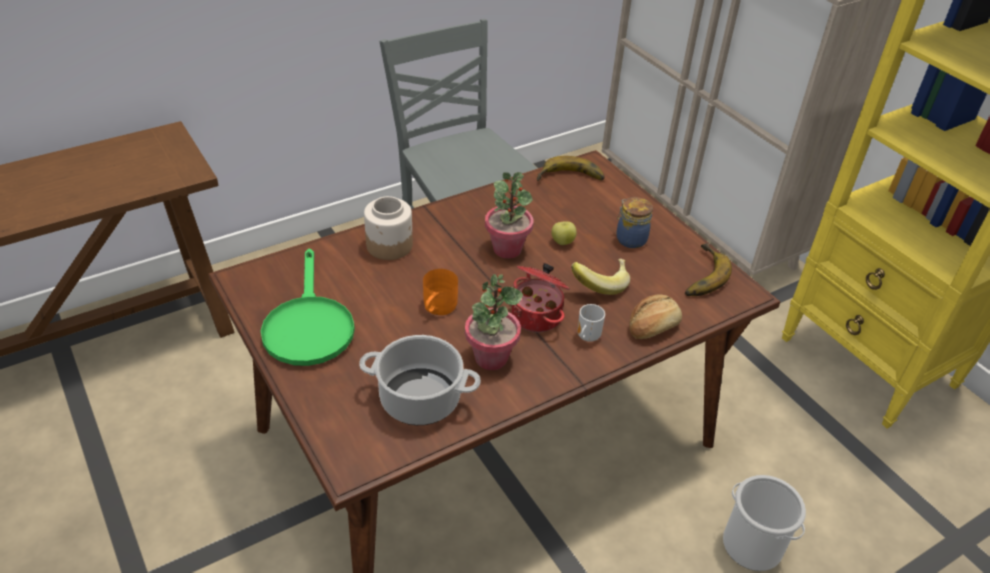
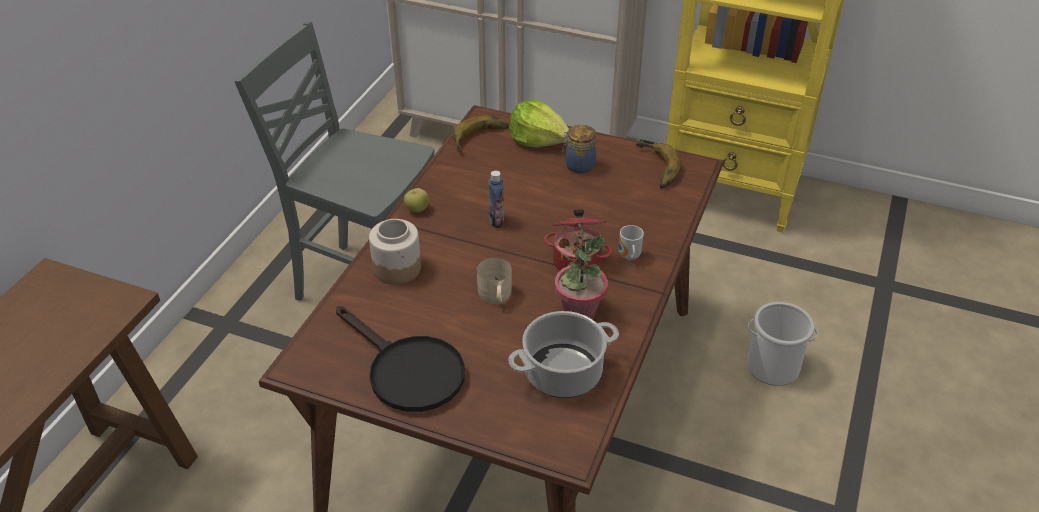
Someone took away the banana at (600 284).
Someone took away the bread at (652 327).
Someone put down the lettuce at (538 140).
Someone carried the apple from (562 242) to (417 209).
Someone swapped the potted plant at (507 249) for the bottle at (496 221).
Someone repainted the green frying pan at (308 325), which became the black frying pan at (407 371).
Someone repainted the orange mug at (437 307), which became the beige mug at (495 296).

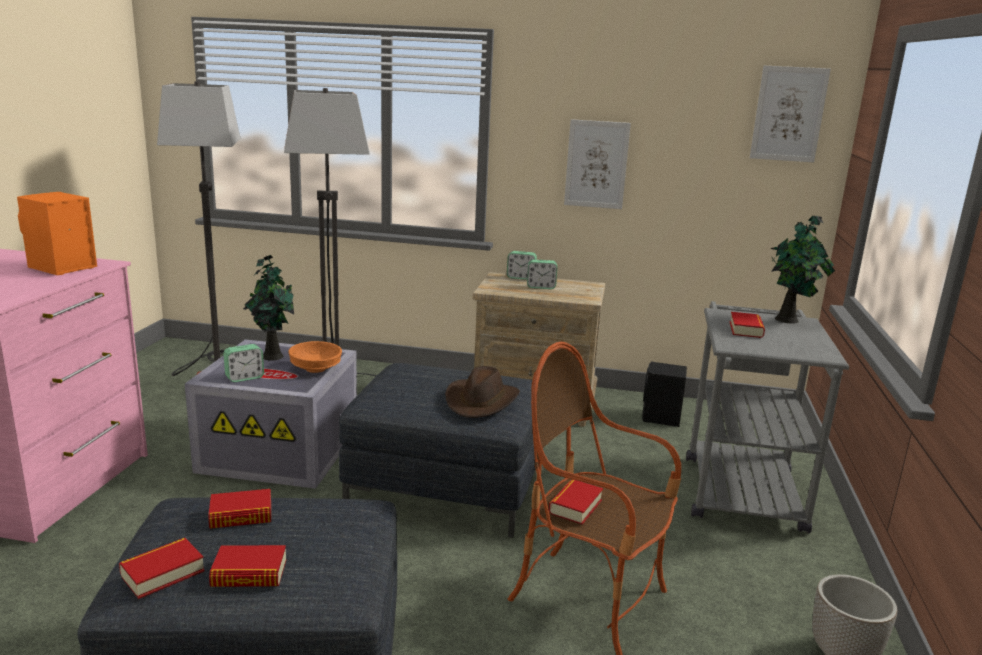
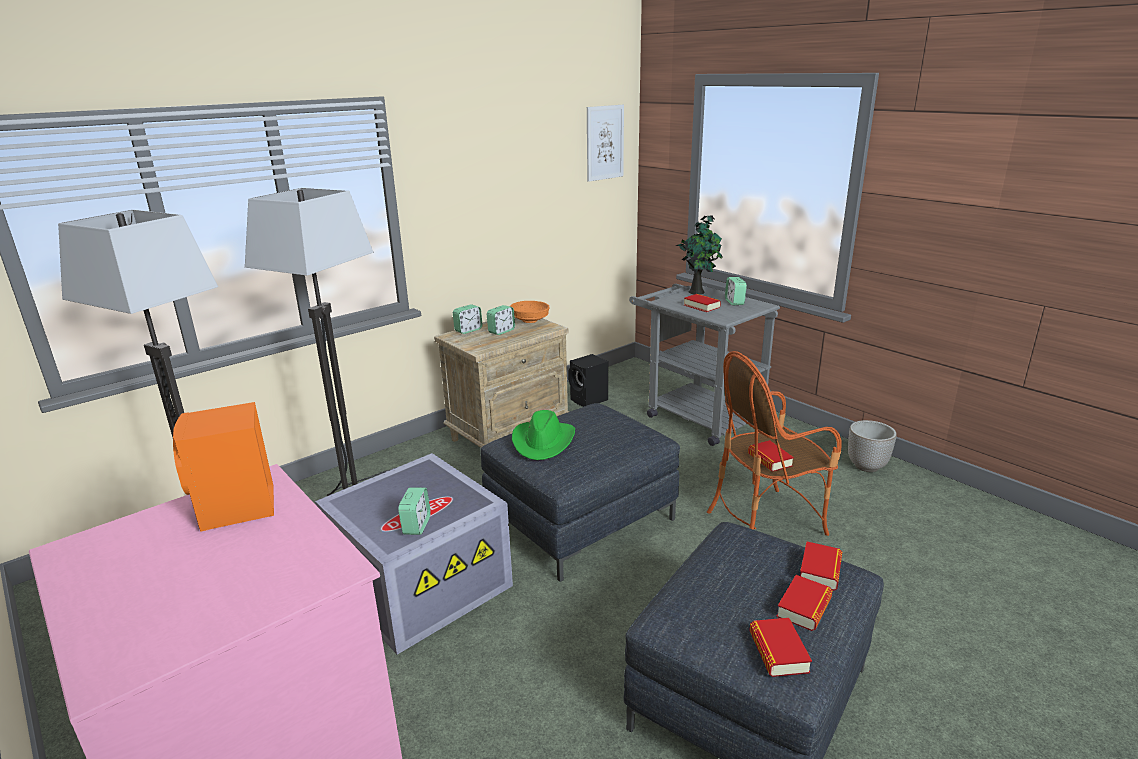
Someone took away the potted plant at (271 356).
Someone took away the brown hat at (481 401).
Someone took away the picture at (596 164).
Someone put down the green hat at (543 442).
Someone put down the alarm clock at (734 302).
Someone carried the book from (241 515) to (820 571).
Someone carried the orange bowl from (315 369) to (530 321).

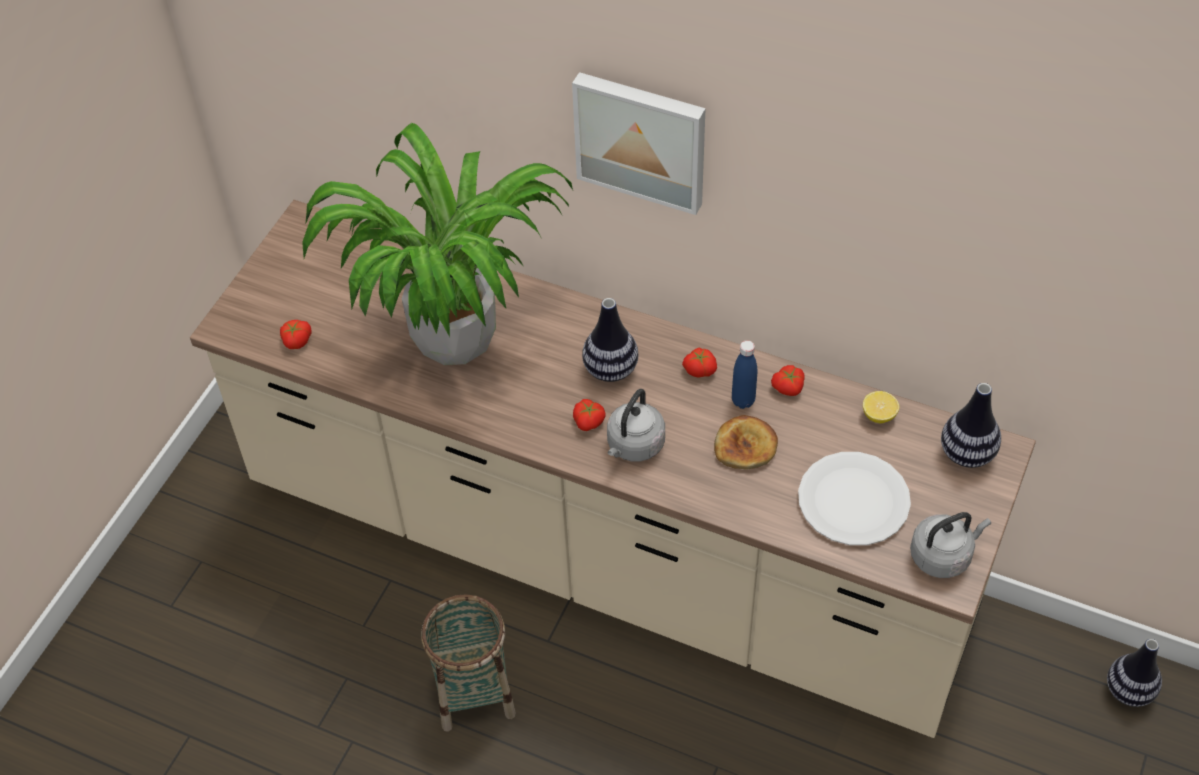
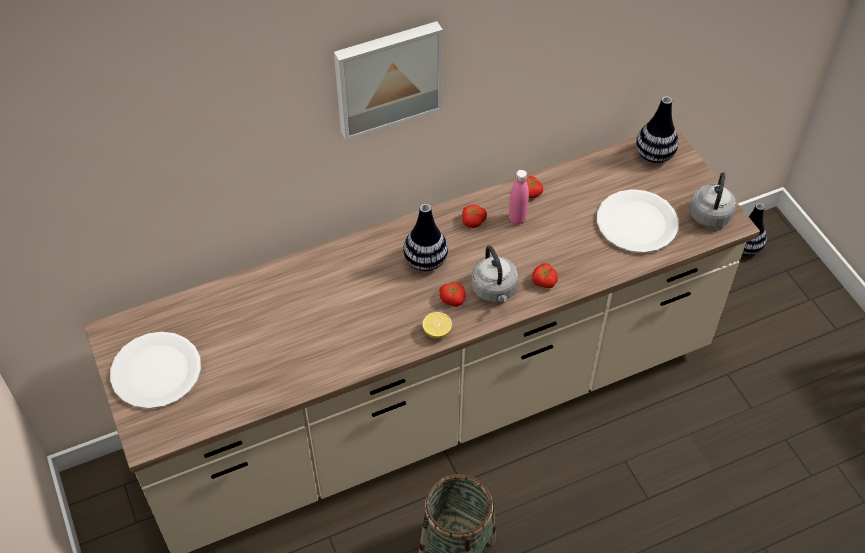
Someone took away the potted plant at (453 337).
Someone took away the bread at (745 446).
Someone put down the white plate at (156 371).
Someone carried the tomato from (296 340) to (543 281).
Someone carried the lemon from (879 415) to (437 331).
Someone repainted the blue bottle at (743 401), which became the pink bottle at (517 219).

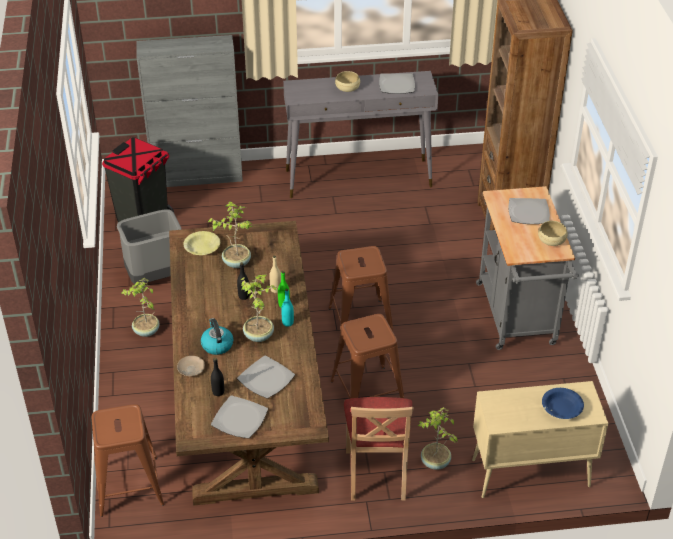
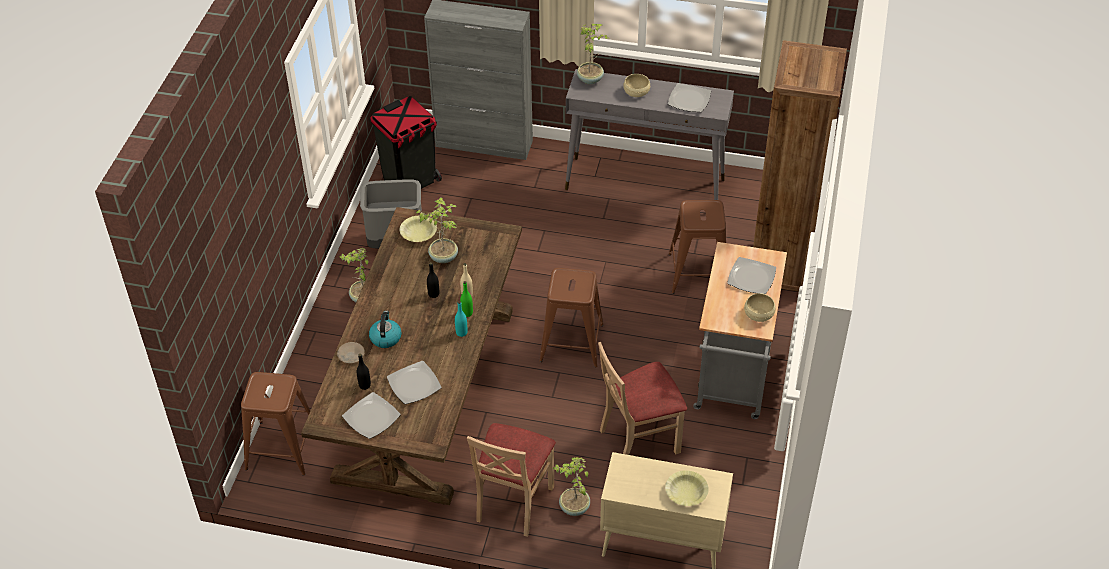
Someone put down the beige chair at (639 439).
Someone carried the potted plant from (259 335) to (590 79).
Someone carried the brown stool from (367 393) to (697 273).
Someone repainted the blue bowl at (561 408), which became the yellow bowl at (686 492).

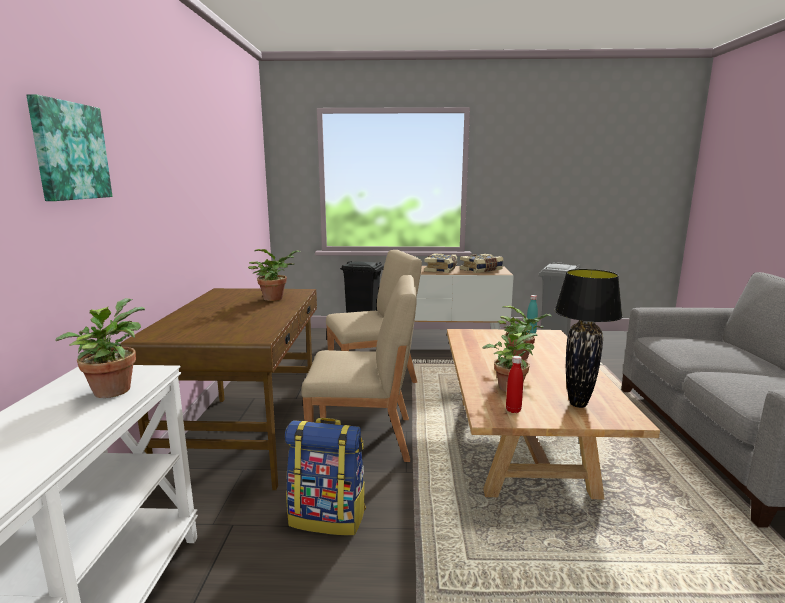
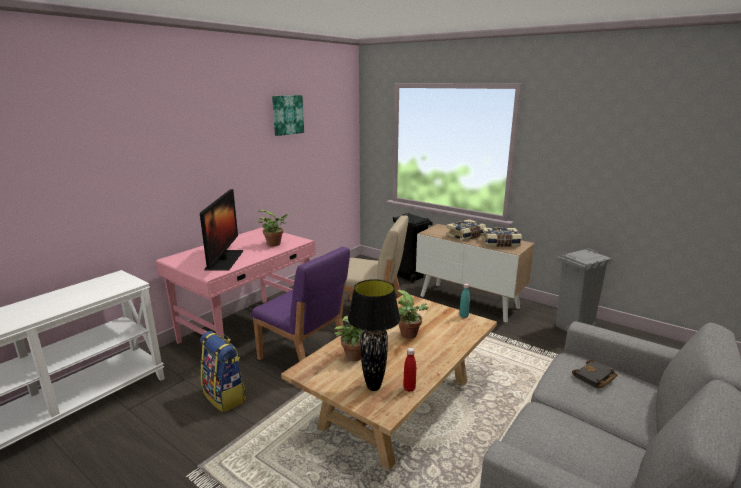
Someone took away the potted plant at (113 389).
Someone put down the monitor at (224 260).
Someone put down the black book at (594 378).
Someone carried the picture from (69 151) to (287 115).
Someone carried the red bottle from (513 410) to (409 388).
Someone repainted the brown desk at (246 436), which became the pink desk at (248 330).
Someone repainted the beige chair at (363 438), which became the purple chair at (304 357).

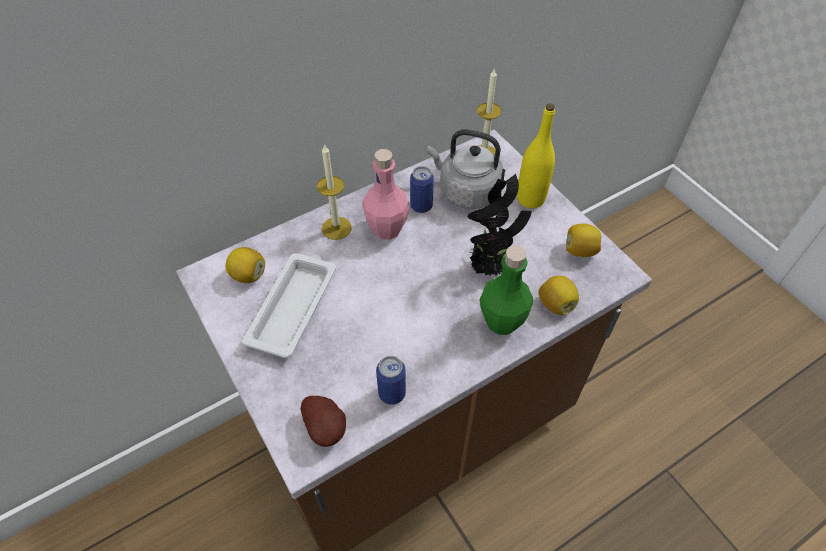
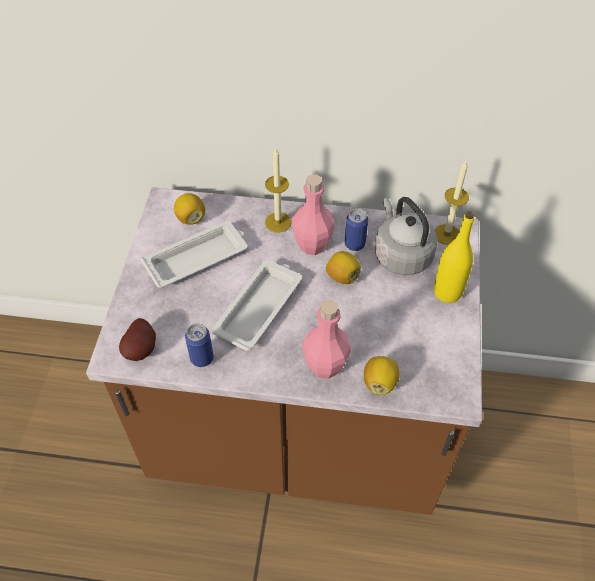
Someone took away the potted plant at (490 268).
Someone put down the white tray at (259 307).
Someone carried the lemon from (580 250) to (342 276).
Someone repainted the green bottle at (501 322), which became the pink bottle at (325 366).

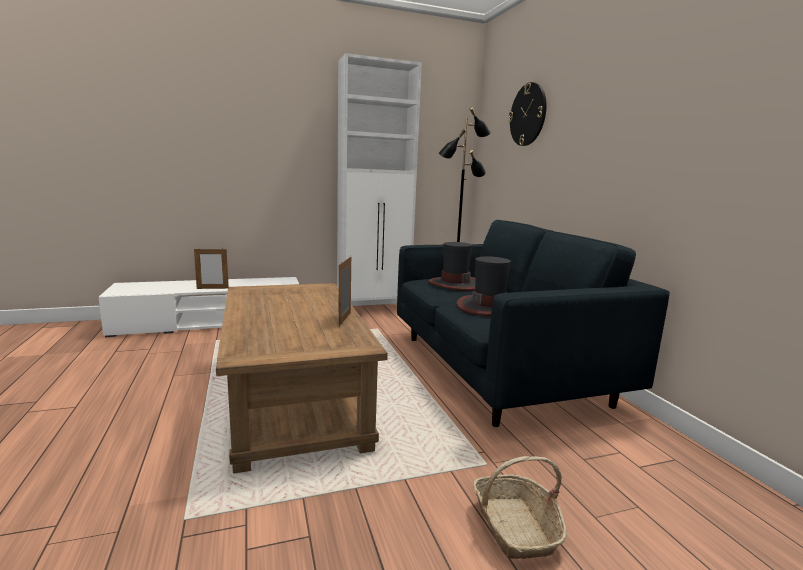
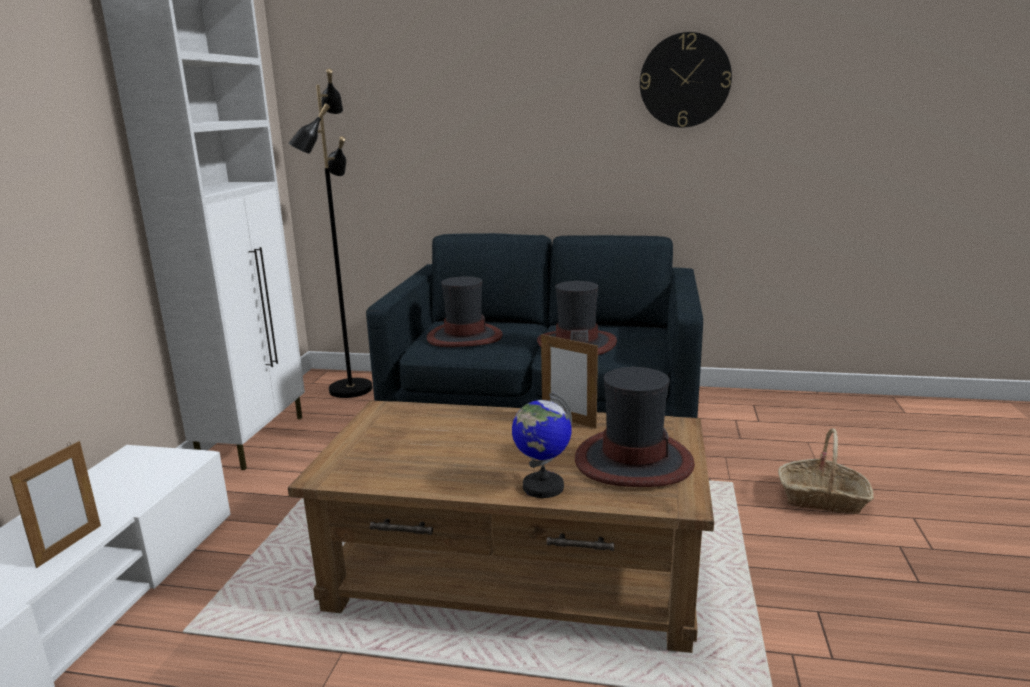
Someone put down the globe at (542 487).
Someone put down the hat at (633 461).
Someone carried the wall clock from (528 114) to (685 80).

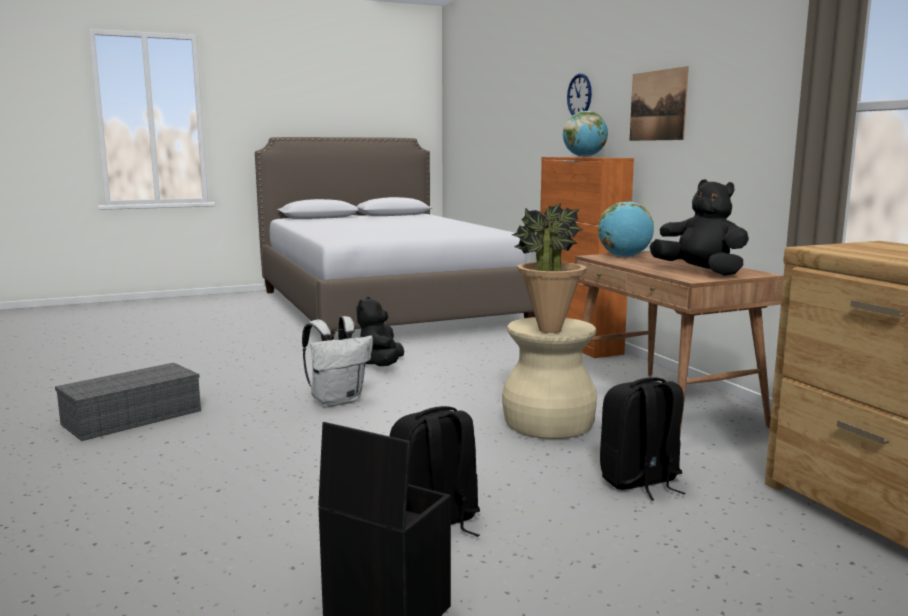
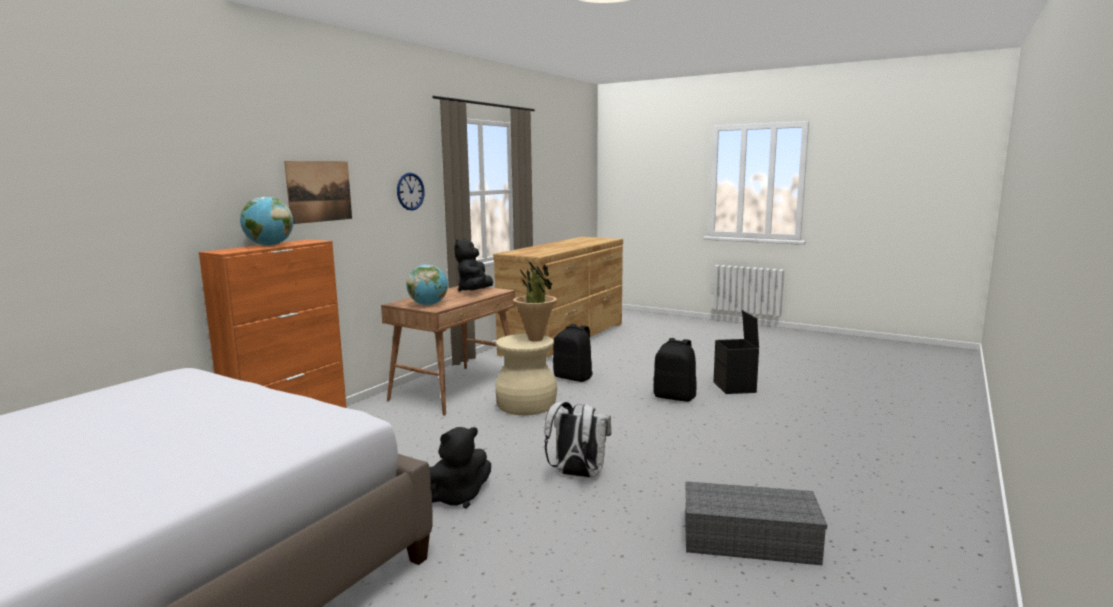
Someone carried the wall clock from (579 95) to (410 191).

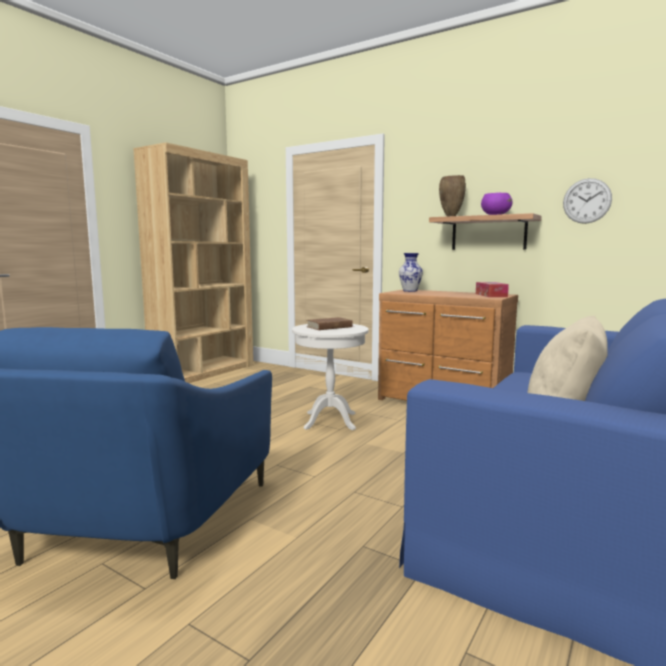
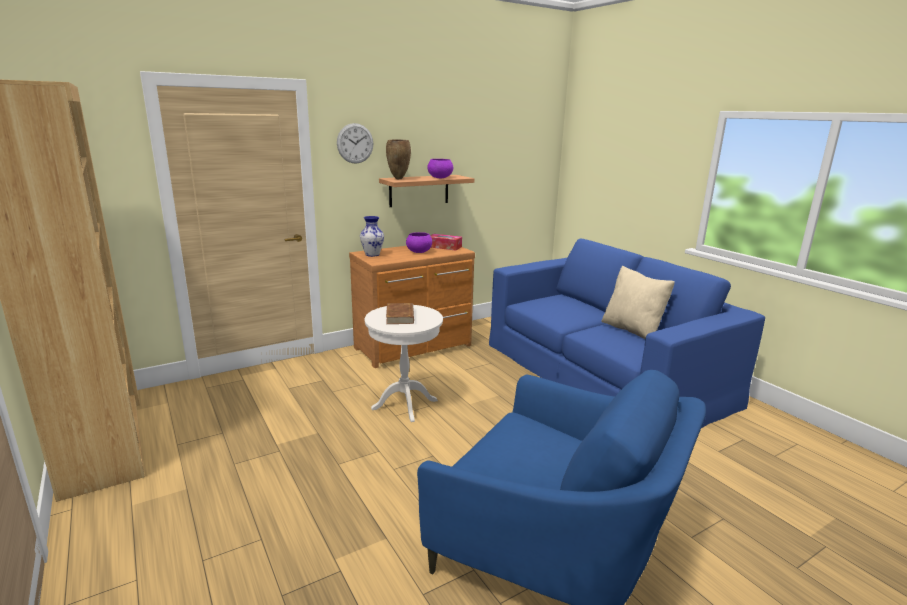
Someone put down the purple bowl at (419 252).
Someone carried the wall clock from (587 201) to (355 143).

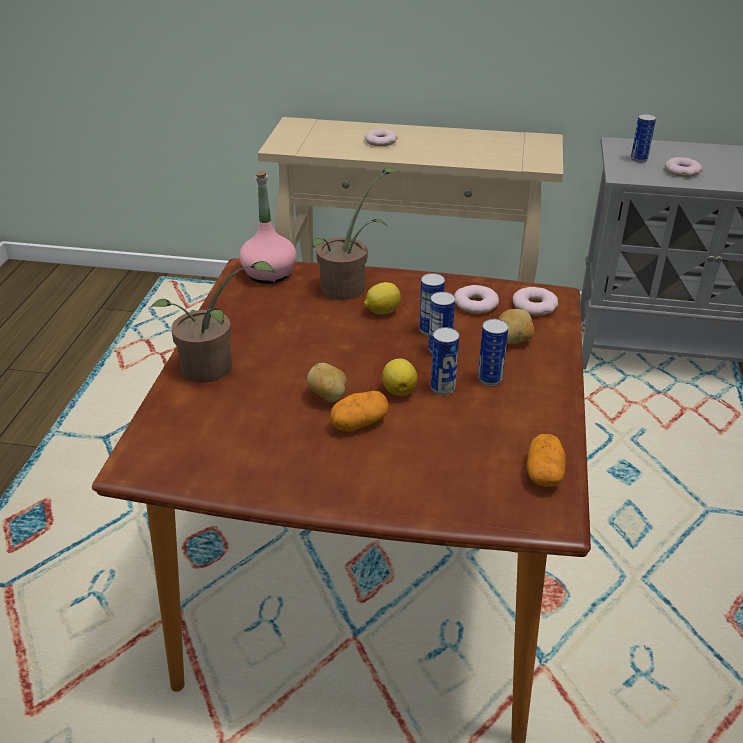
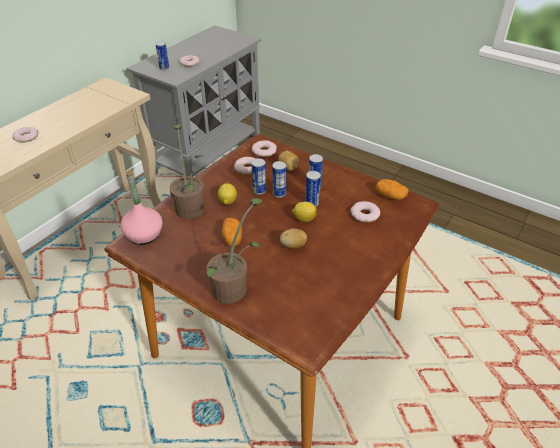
Someone put down the donut at (365 214).
Someone carried the potato from (359 423) to (232 238).

